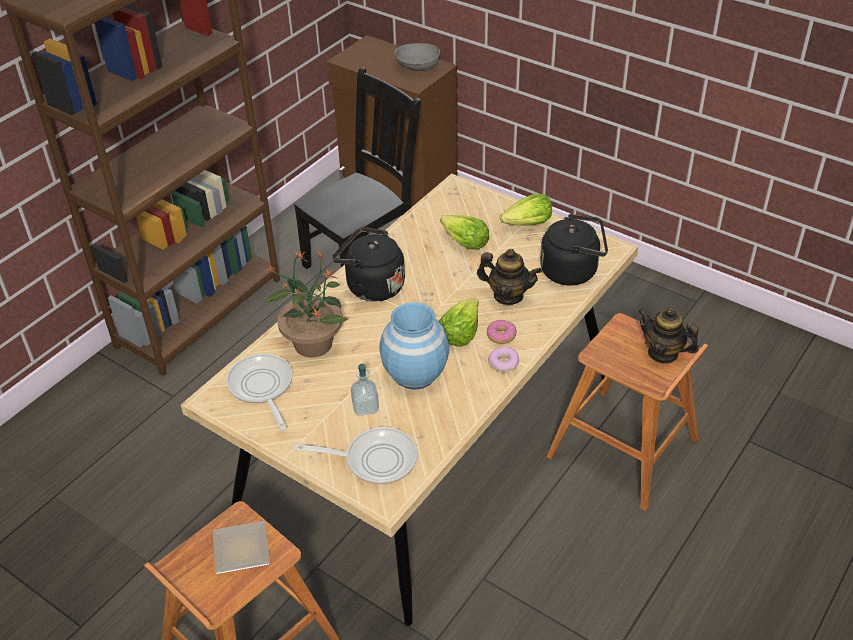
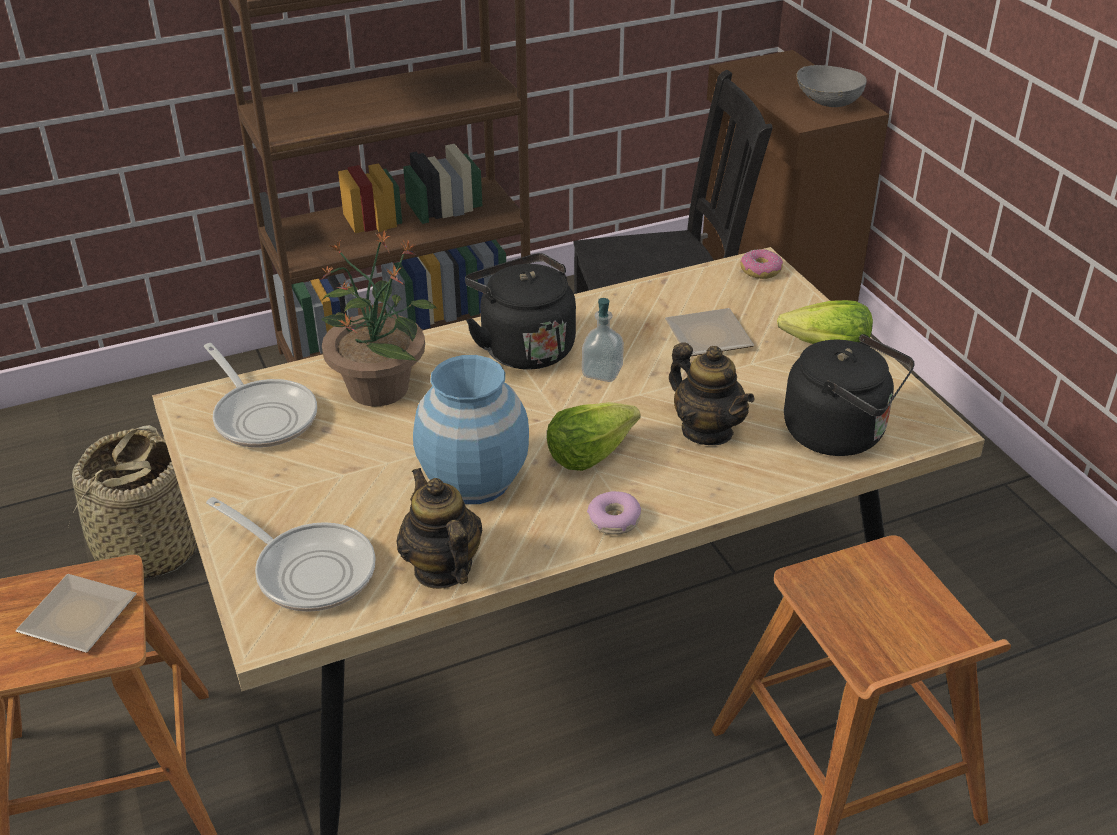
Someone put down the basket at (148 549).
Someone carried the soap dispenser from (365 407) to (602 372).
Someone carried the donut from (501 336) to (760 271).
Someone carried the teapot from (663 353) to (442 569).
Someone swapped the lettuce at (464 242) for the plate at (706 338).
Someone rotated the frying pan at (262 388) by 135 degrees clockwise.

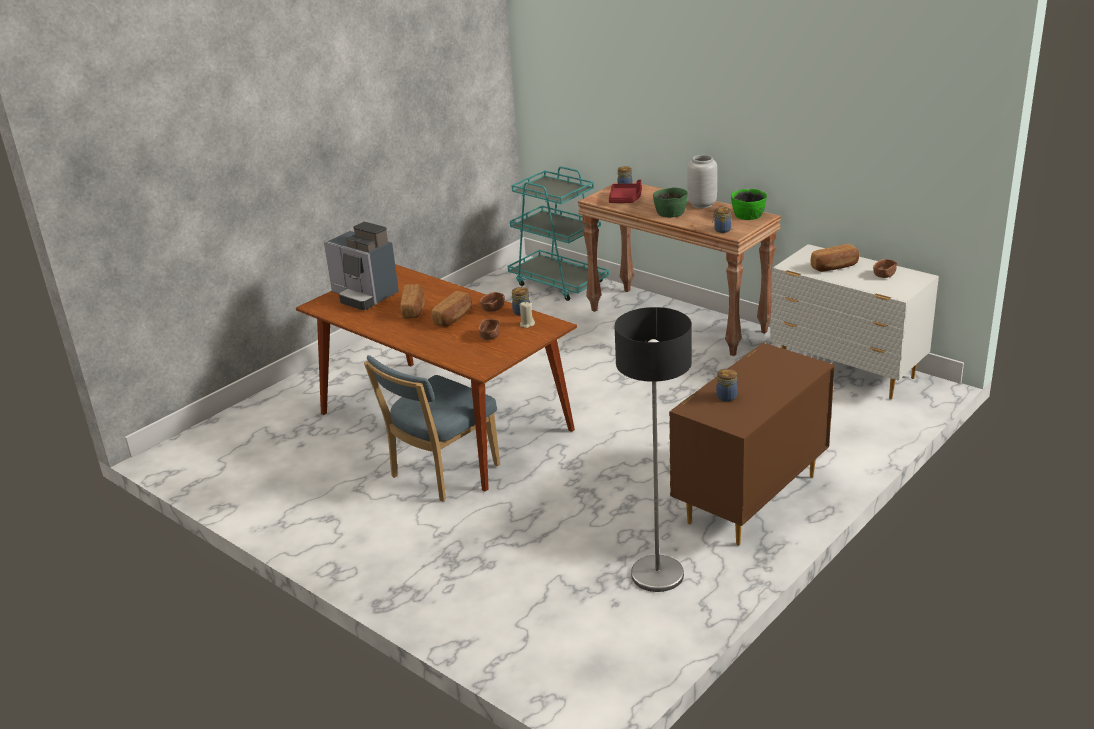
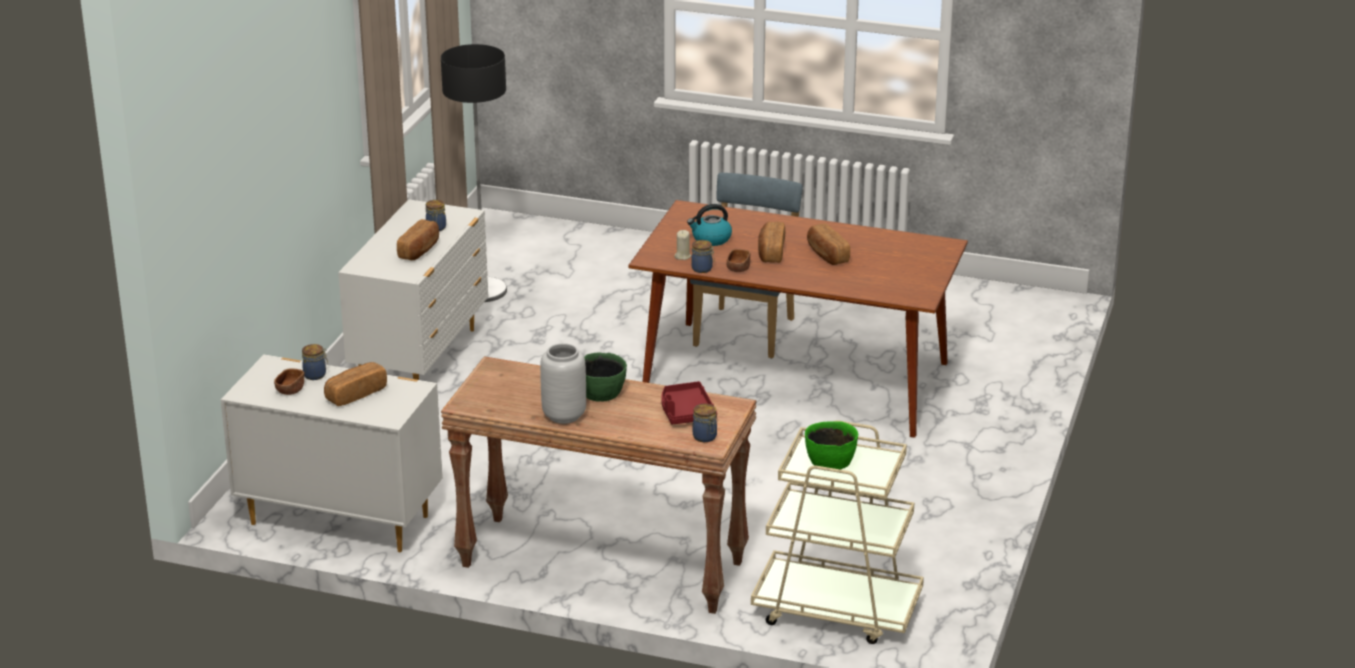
Someone took away the coffee machine at (364 296).
Someone put down the bread at (420 250).
Someone carried the jar from (721 230) to (316 375).
Someone carried the green bowl from (748 215) to (830 460).
Someone swapped the brown bowl at (489 336) for the kettle at (711 239).
Someone repainted the turquoise cart at (559 283), which became the beige cart at (836 609).
Someone repainted the brown dresser at (749 499), which became the white dresser at (421 358).

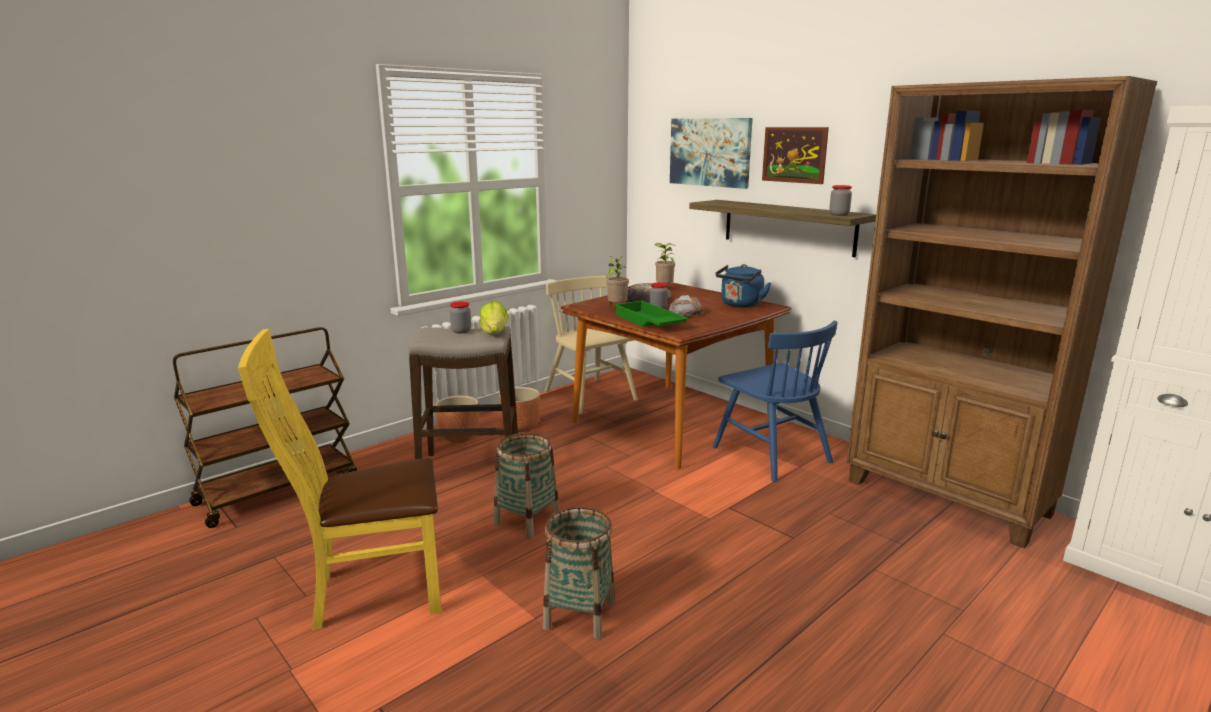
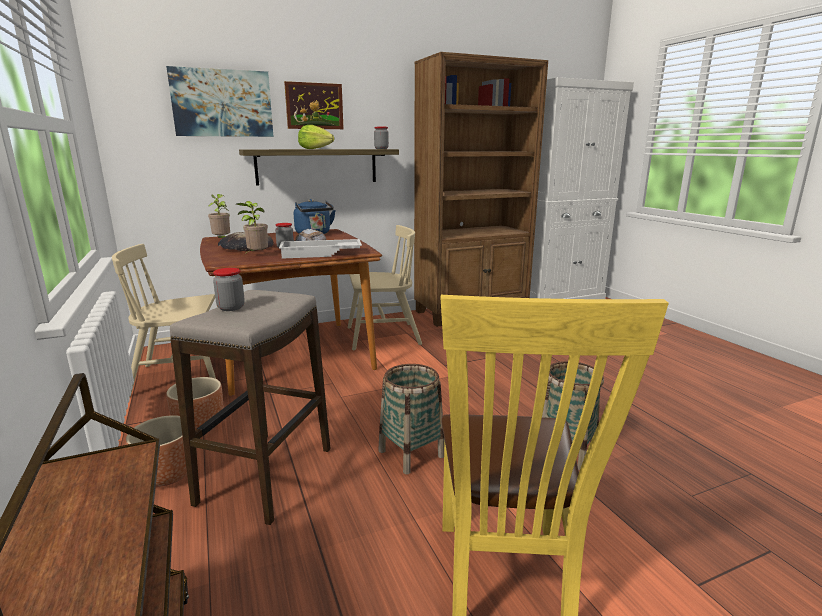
Someone carried the lettuce from (494 333) to (315 149).
Someone repainted the green tray at (648 322), which became the white tray at (320 254).
Someone repainted the blue chair at (771 454), which became the beige chair at (382 336).

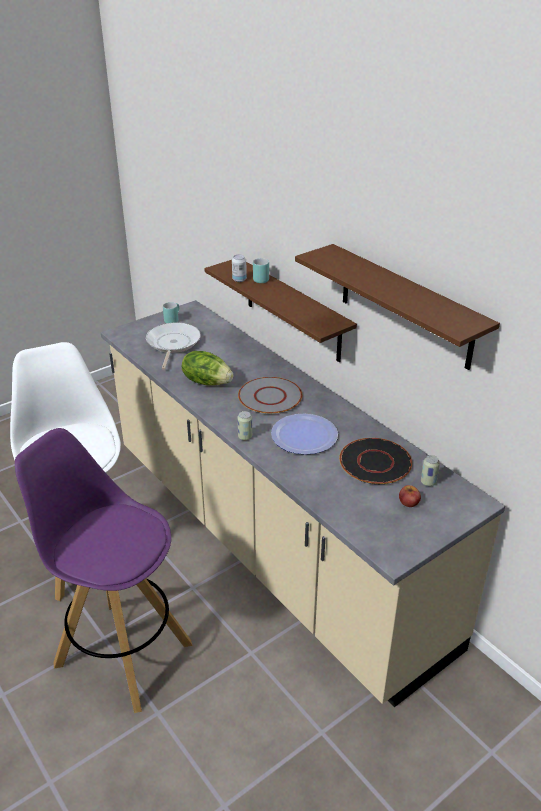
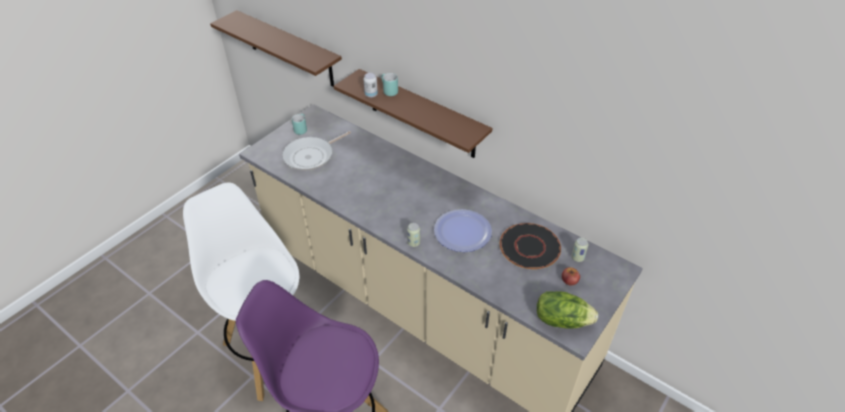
Someone took away the grey plate at (269 396).
Someone carried the lettuce from (207 381) to (561 319).
Someone carried the brown shelf from (405 306) to (289 49).
Someone rotated the frying pan at (172 344) by 120 degrees counterclockwise.

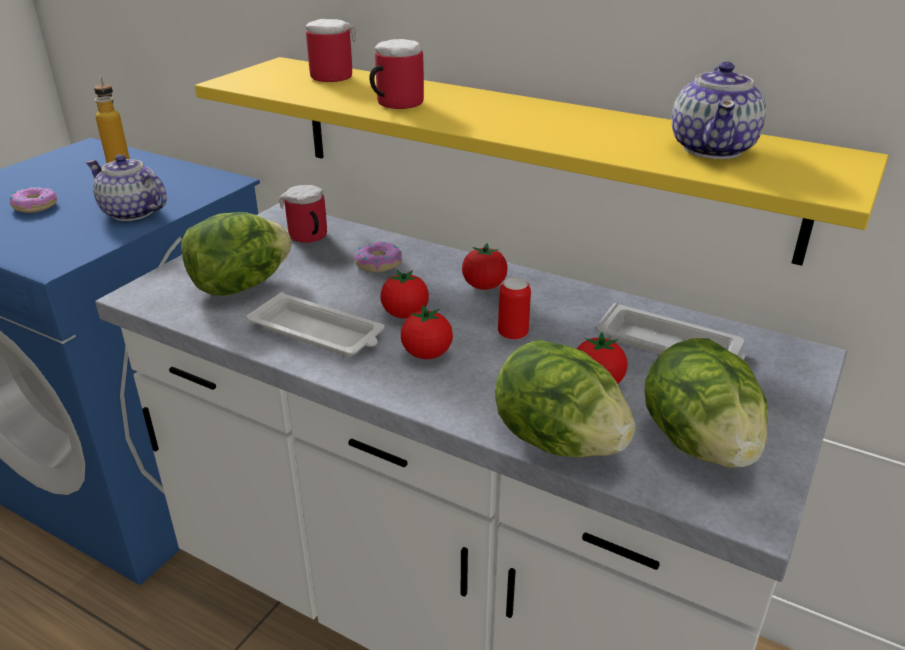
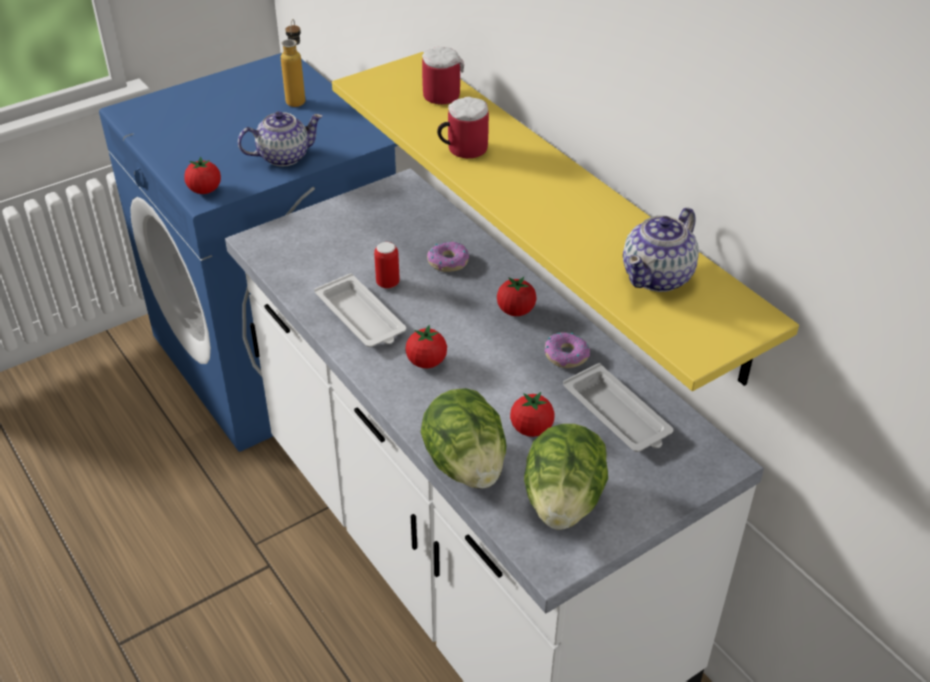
Someone took away the lettuce at (240 286).
Someone took away the mug at (308 238).
Someone carried the donut from (35 206) to (566 355).
Someone carried the tomato from (405 314) to (205 190).
Someone carried the can from (513 334) to (387 283).
Someone rotated the teapot at (132 213) by 105 degrees clockwise.

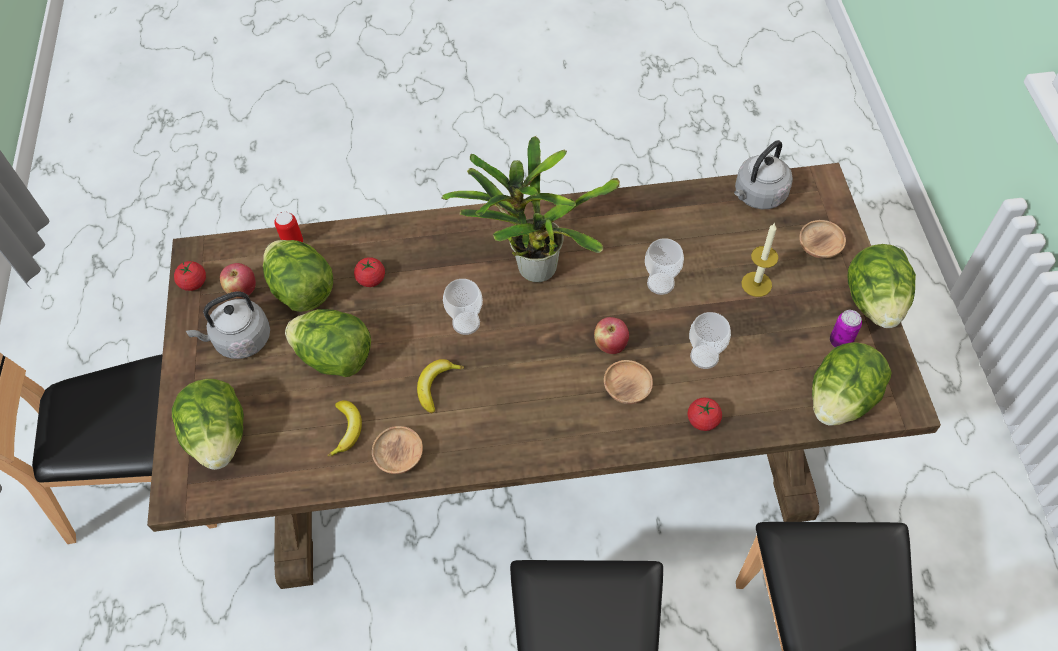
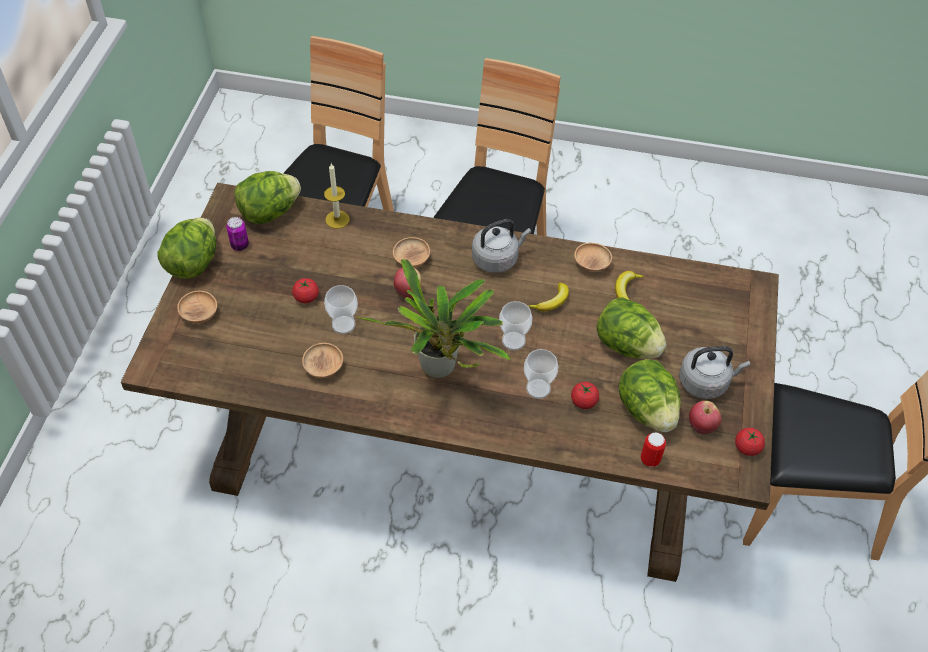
Someone took away the lettuce at (219 437).
Someone put down the brown bowl at (323 367).
Someone carried the tomato from (703 420) to (306 297).
Someone carried the cup from (704 356) to (538 388).
Someone carried the grey kettle from (758 196) to (497 259).
Someone carried the candle from (756 284) to (337 219).

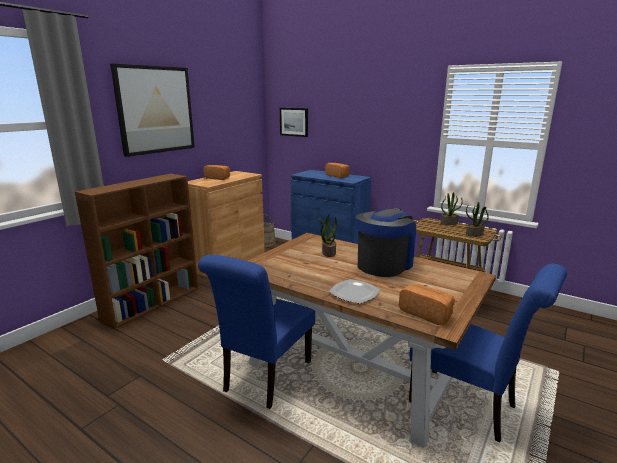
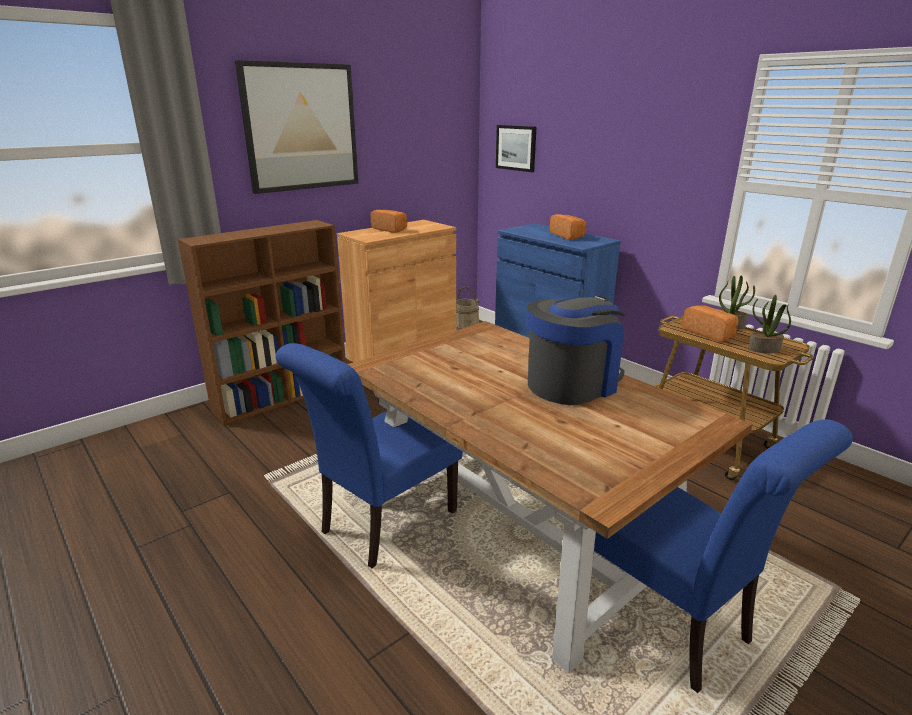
Someone took away the potted plant at (328 252).
Someone took away the plate at (355 293).
Someone carried the bread from (426 313) to (709 333).

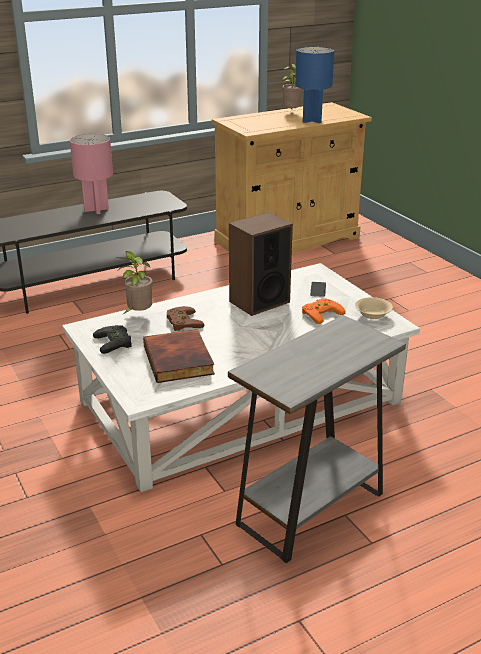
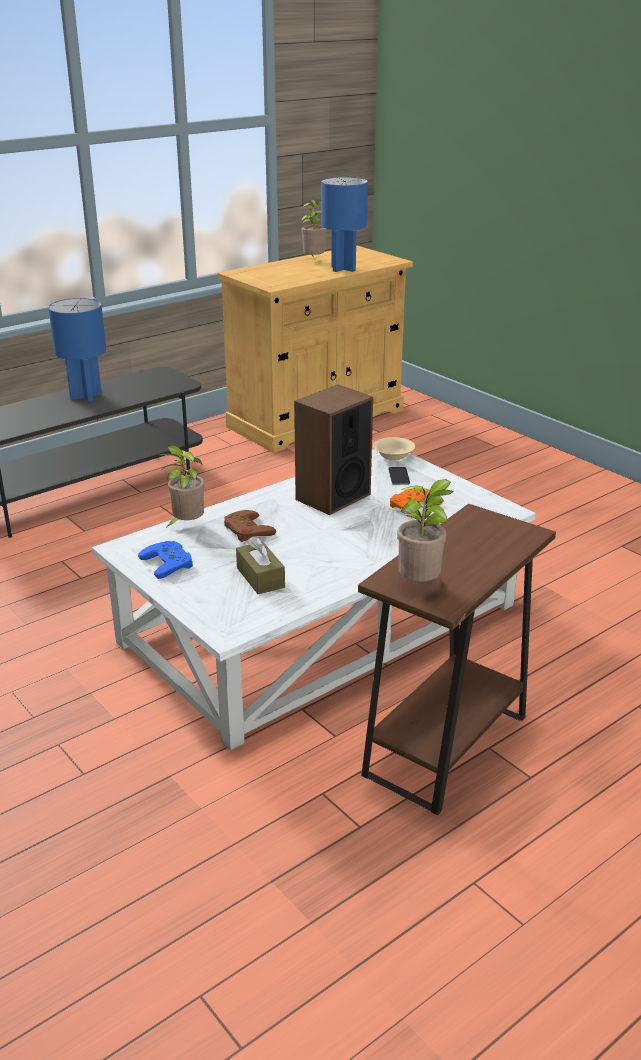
Someone put down the potted plant at (421 585).
Someone carried the beige bowl from (373 315) to (394 456).
Someone swapped the book at (180 360) for the brown tissue box at (260 577).
Someone repainted the pink table lamp at (96 210), which became the blue table lamp at (85 396).
Someone repainted the black game controller at (116 342), which became the blue game controller at (170 562).
Someone repainted the grey side table at (310 509), which became the brown side table at (446 745).

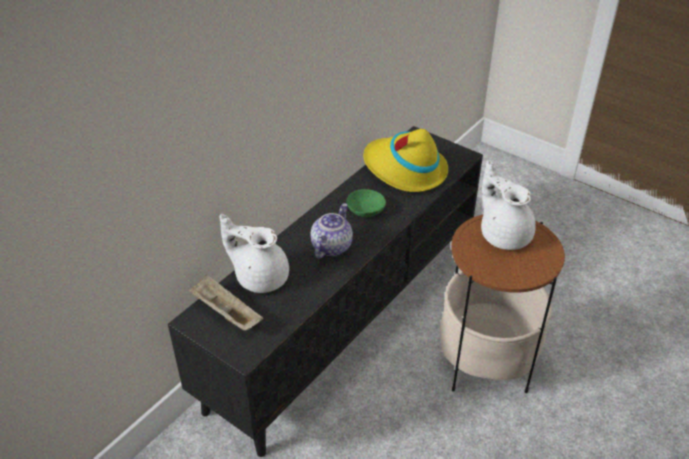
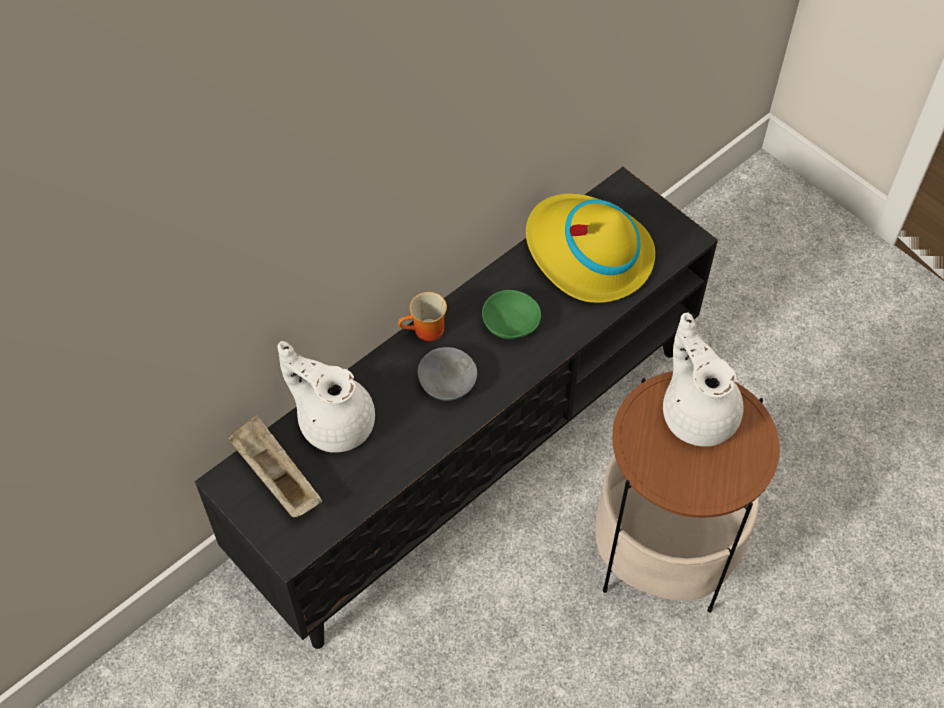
Someone put down the mug at (426 332).
Someone swapped the teapot at (330 246) for the grey bowl at (445 382).

